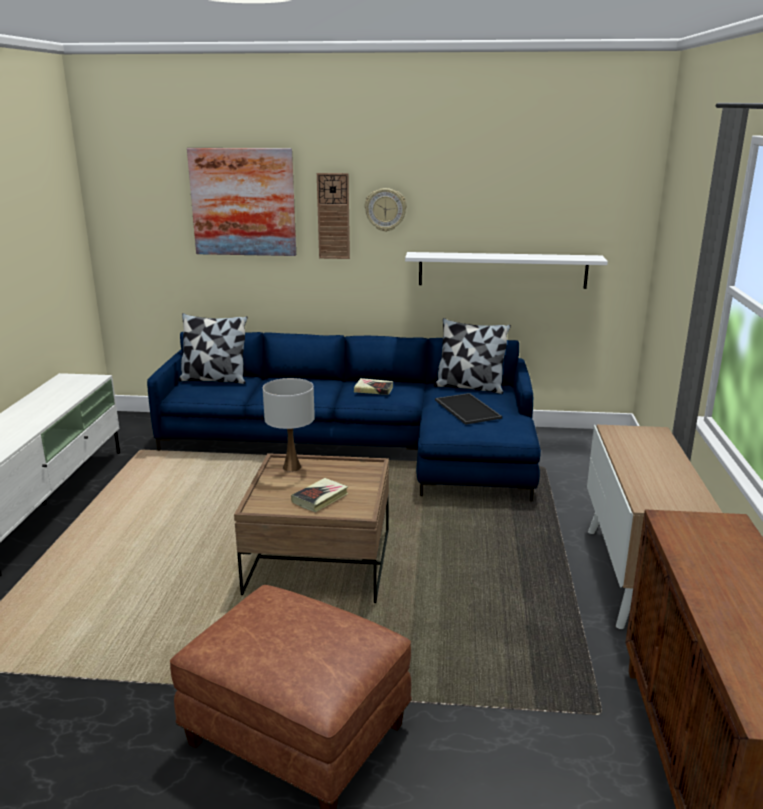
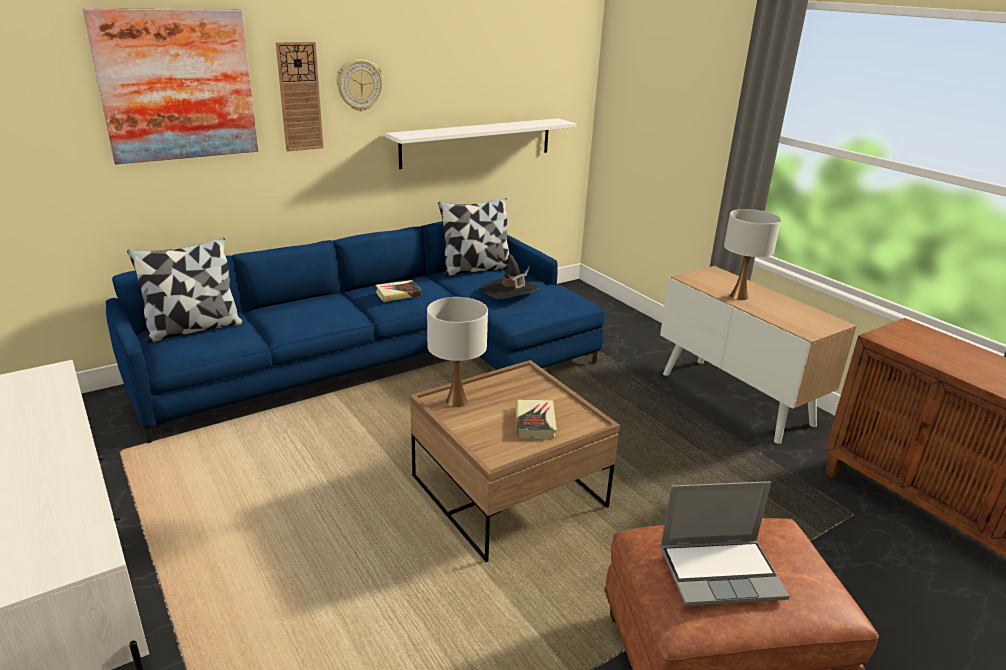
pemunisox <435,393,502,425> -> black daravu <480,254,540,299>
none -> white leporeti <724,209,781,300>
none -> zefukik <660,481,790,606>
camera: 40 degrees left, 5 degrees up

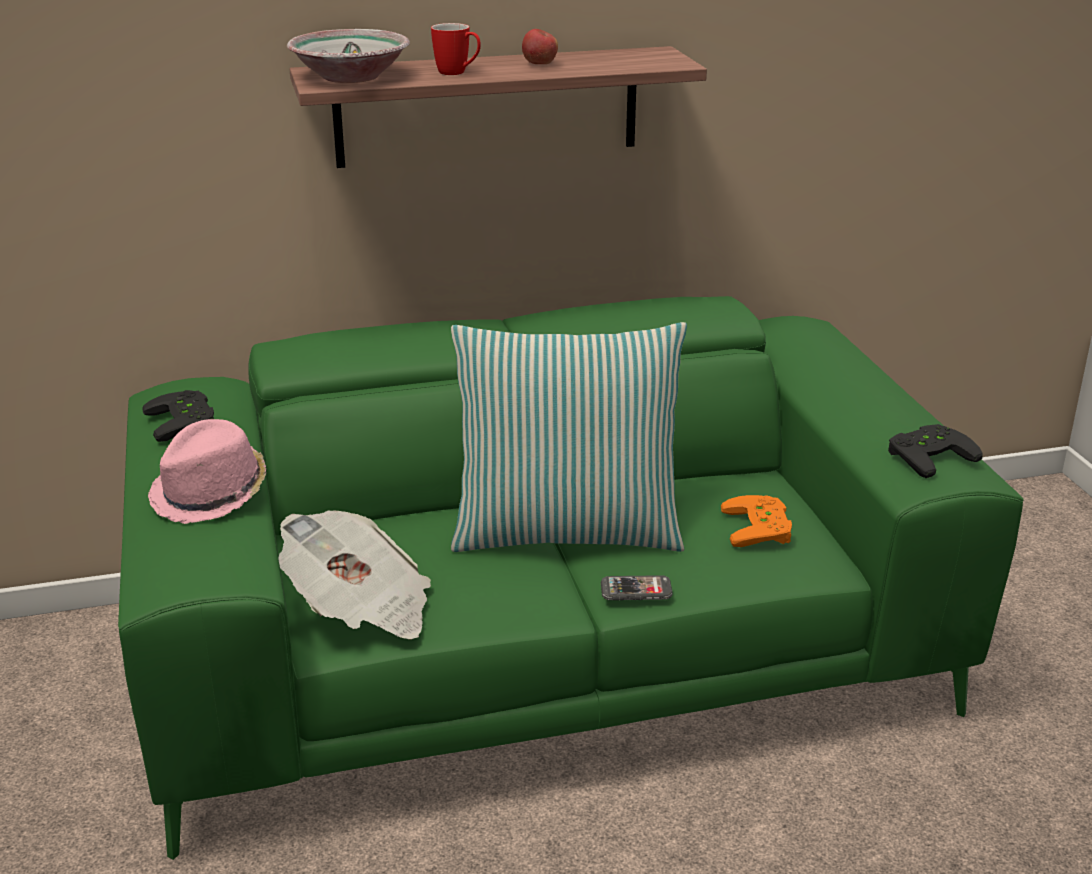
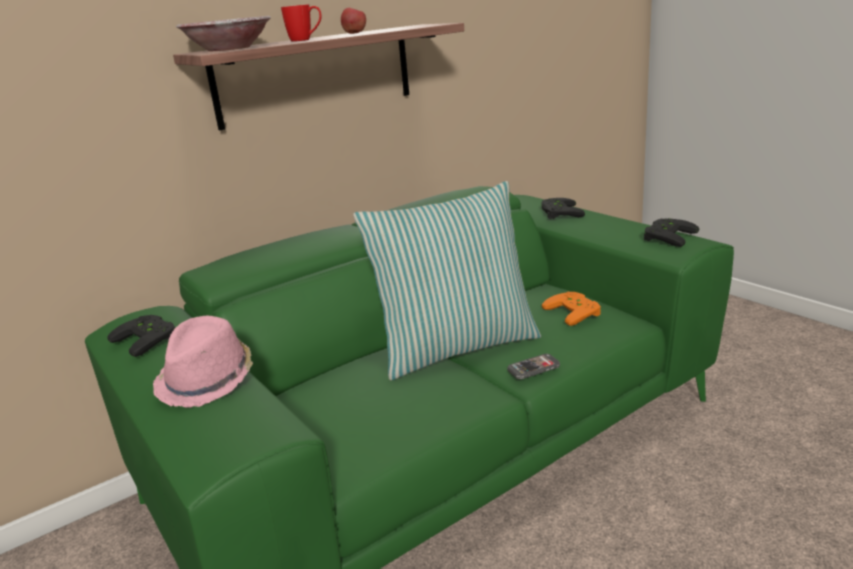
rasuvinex <278,510,431,639> -> none
none -> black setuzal <541,198,585,219>
camera: 20 degrees left, 5 degrees down

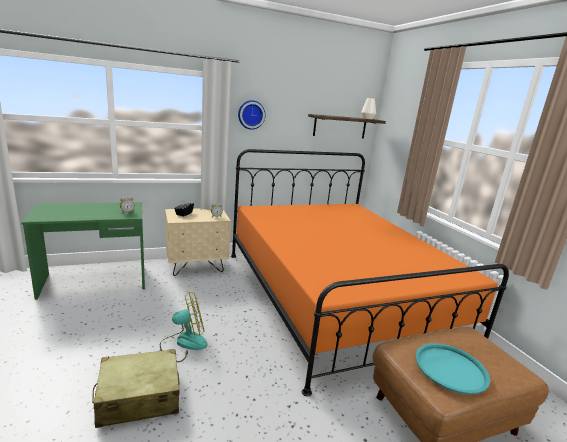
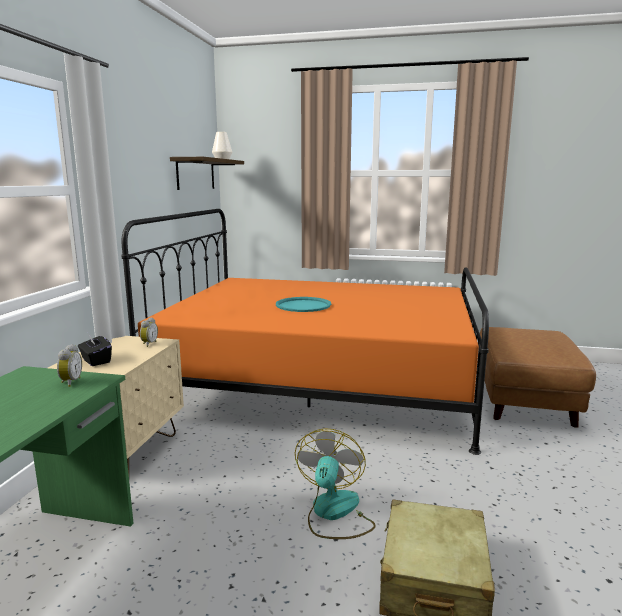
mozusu <238,100,265,130> -> none
turquoise pemunisox <415,343,490,395> -> turquoise pemunisox <276,297,331,312>, moved
camera: 55 degrees left, 5 degrees down

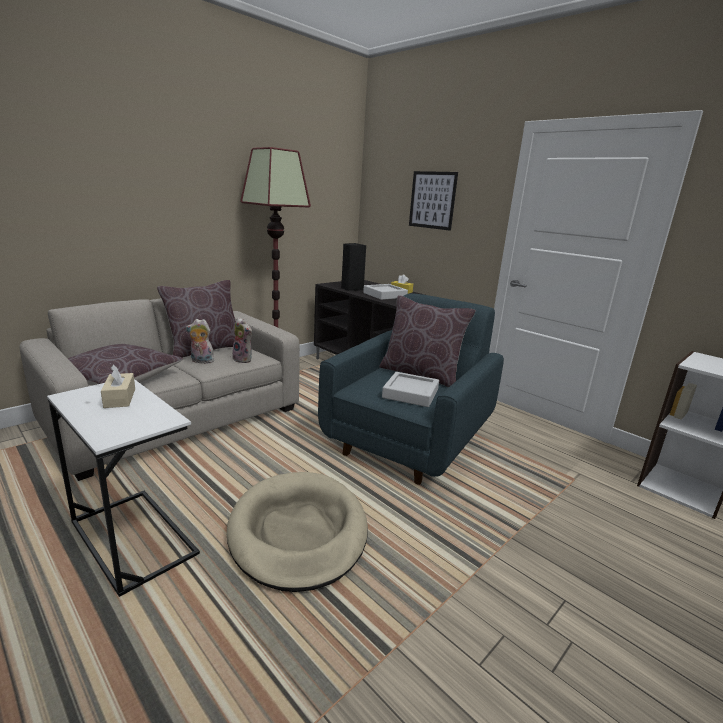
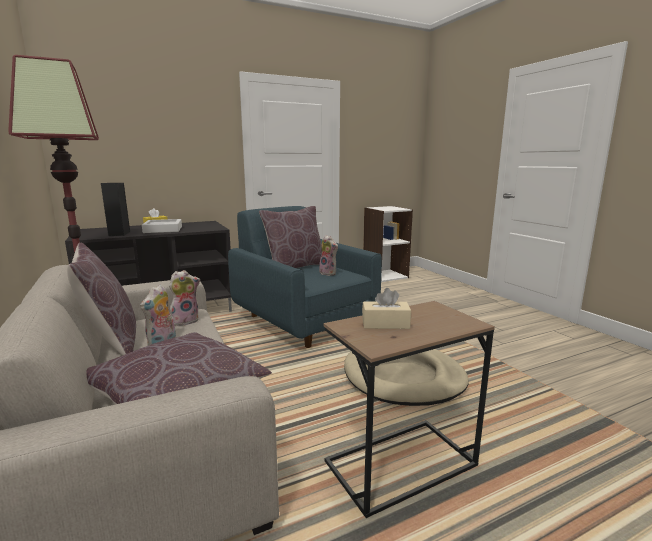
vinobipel <409,171,458,231> -> none
grey pemunisox <382,372,439,407> -> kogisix <319,235,338,276>
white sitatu <47,379,200,597> -> brown sitatu <323,301,495,518>
camera: 70 degrees left, 5 degrees down

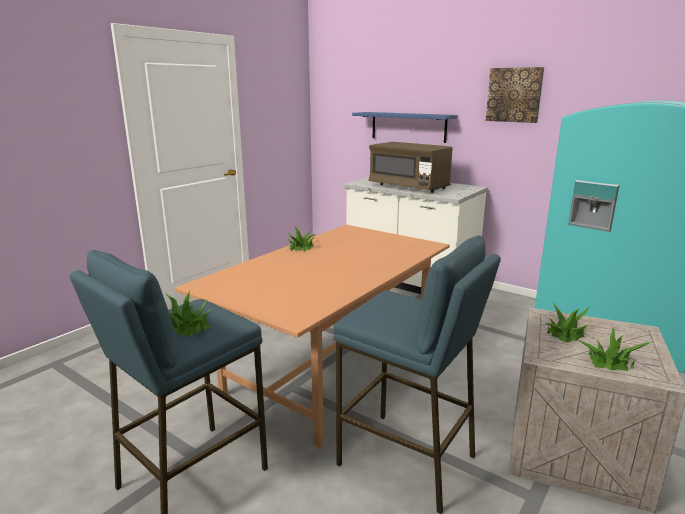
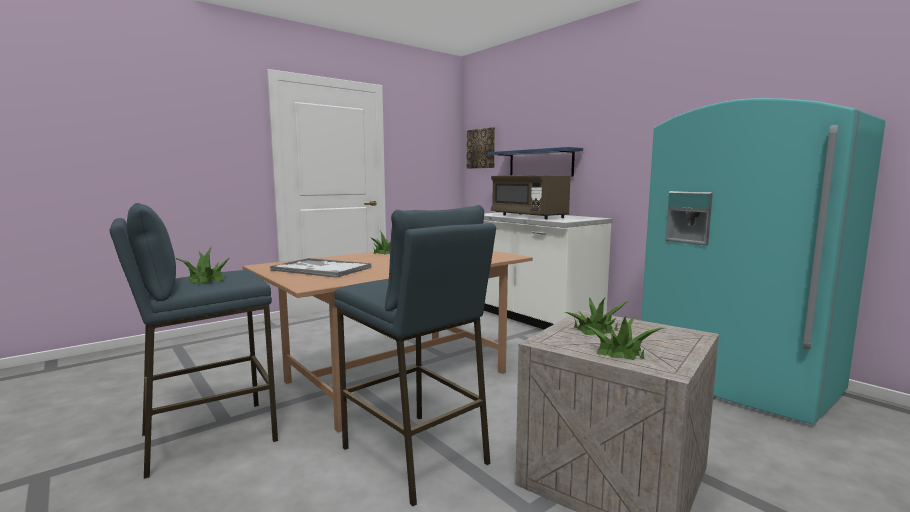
vinobipel <486,67,544,123> -> vinobipel <467,127,495,169>, moved
none -> pemunisox <270,258,371,278>
camera: 15 degrees right, 10 degrees down

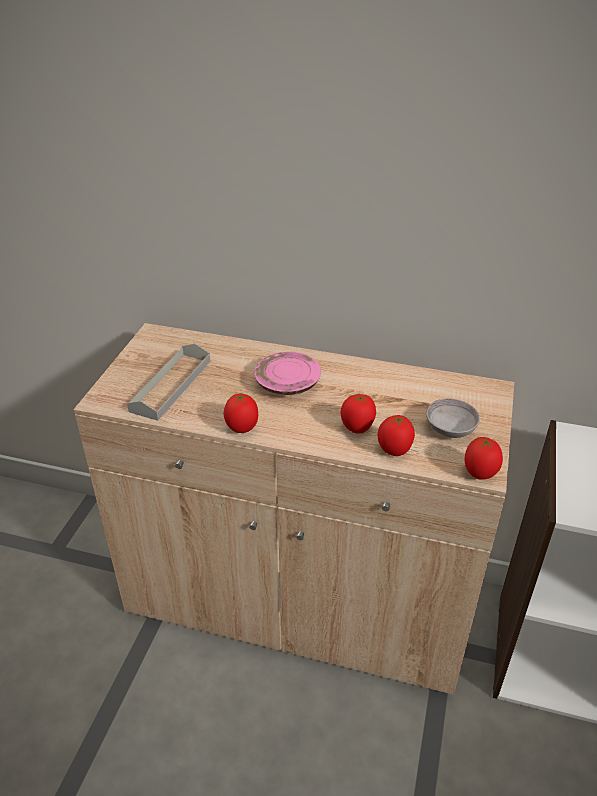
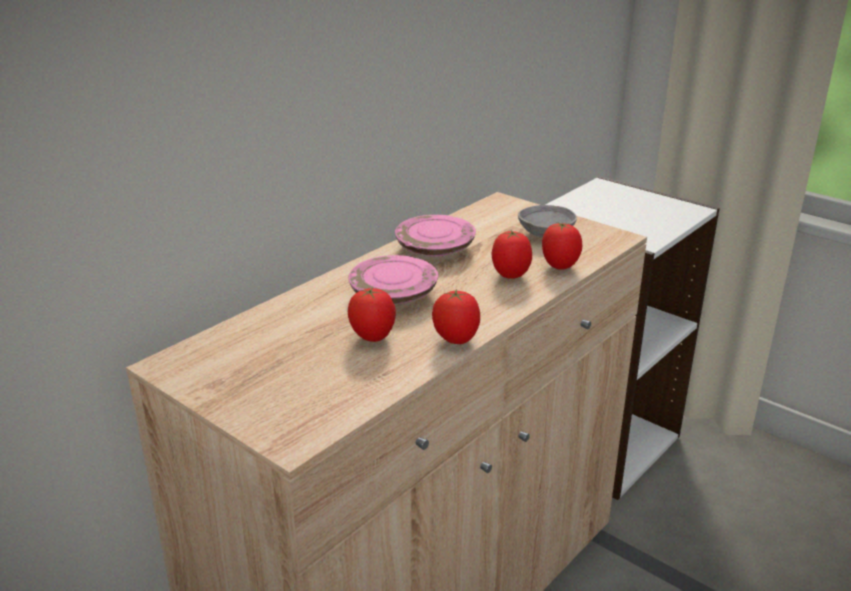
grey pemunisox <127,344,210,421> -> none
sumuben <464,437,503,480> -> sumuben <348,287,396,342>, moved
none -> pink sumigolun <395,215,476,257>
camera: 65 degrees left, 10 degrees down

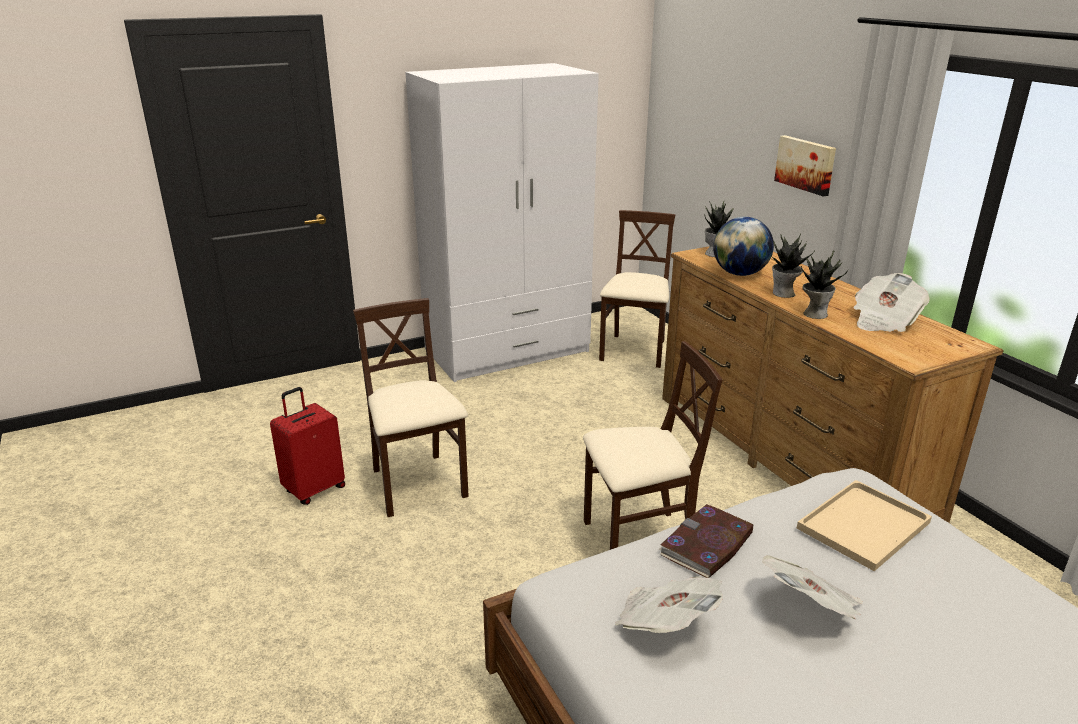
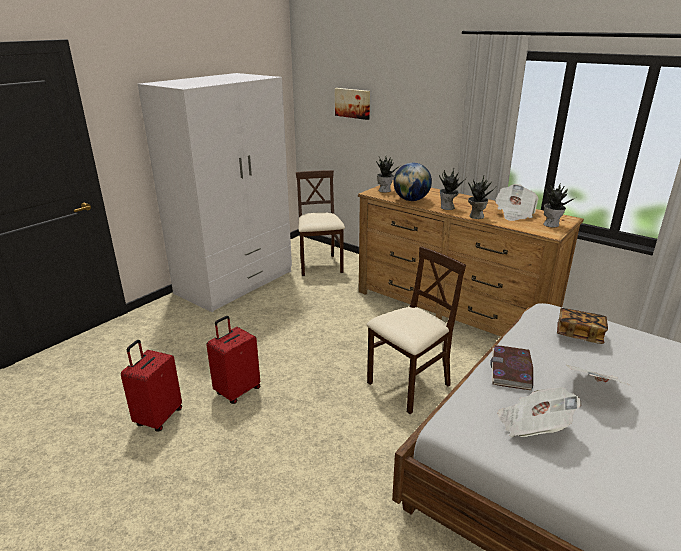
vinobipel <774,135,836,197> -> vinobipel <335,88,370,120>, moved
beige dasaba <353,298,469,517> -> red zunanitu <206,316,260,404>
beige pemunisox <797,480,932,571> -> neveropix <557,308,608,344>
none -> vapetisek <543,182,575,227>
camera: 25 degrees left, 0 degrees up

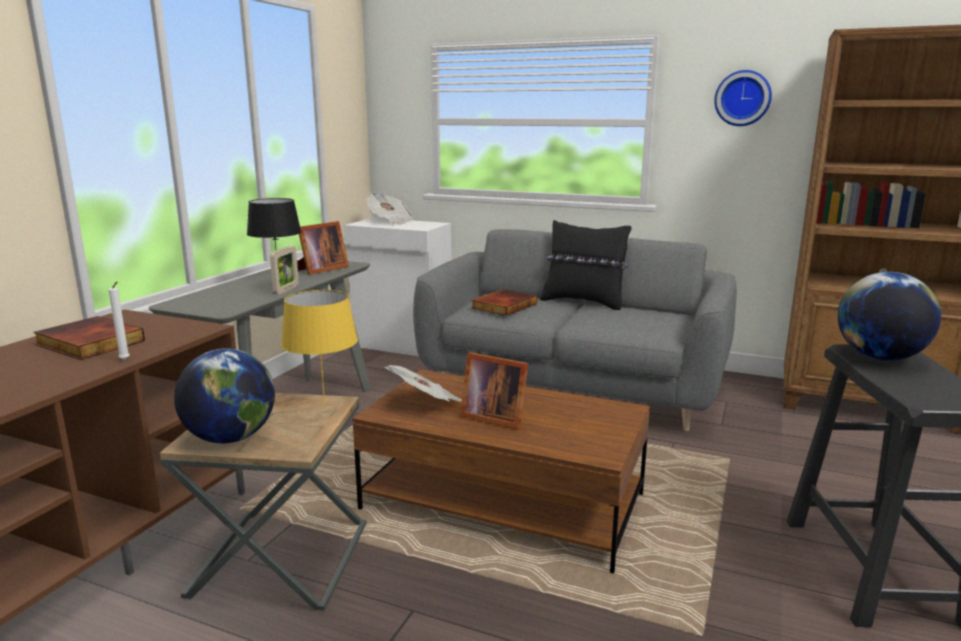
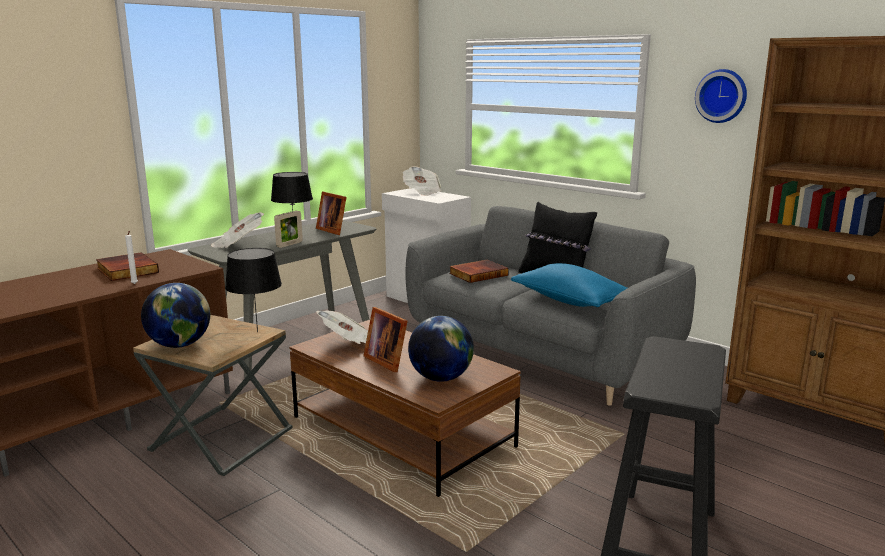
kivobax <297,221,349,275> -> kivobax <316,192,347,235>, 75 degrees clockwise
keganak <838,272,941,361> -> keganak <408,316,474,382>, moved
yellow leporeti <281,290,358,405> -> black leporeti <225,248,282,332>
none -> rasuvinex <211,212,264,248>
none -> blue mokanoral <511,263,627,307>
camera: 20 degrees right, 0 degrees up

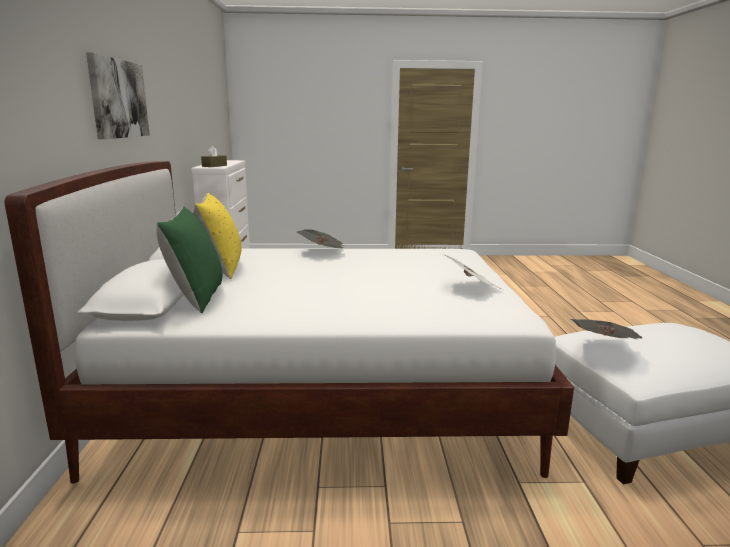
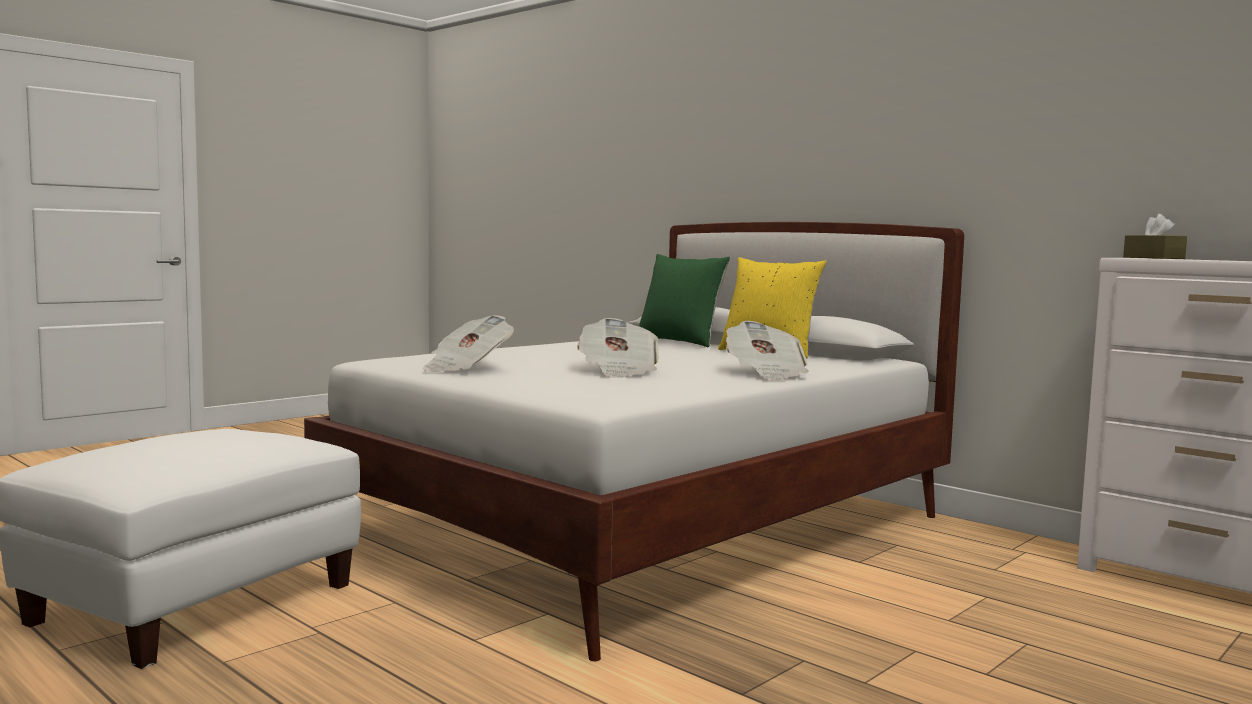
vinobipel <86,52,150,139> -> none
rasuvinex <571,319,642,339> -> rasuvinex <577,318,659,378>, moved
camera: 135 degrees right, 10 degrees down

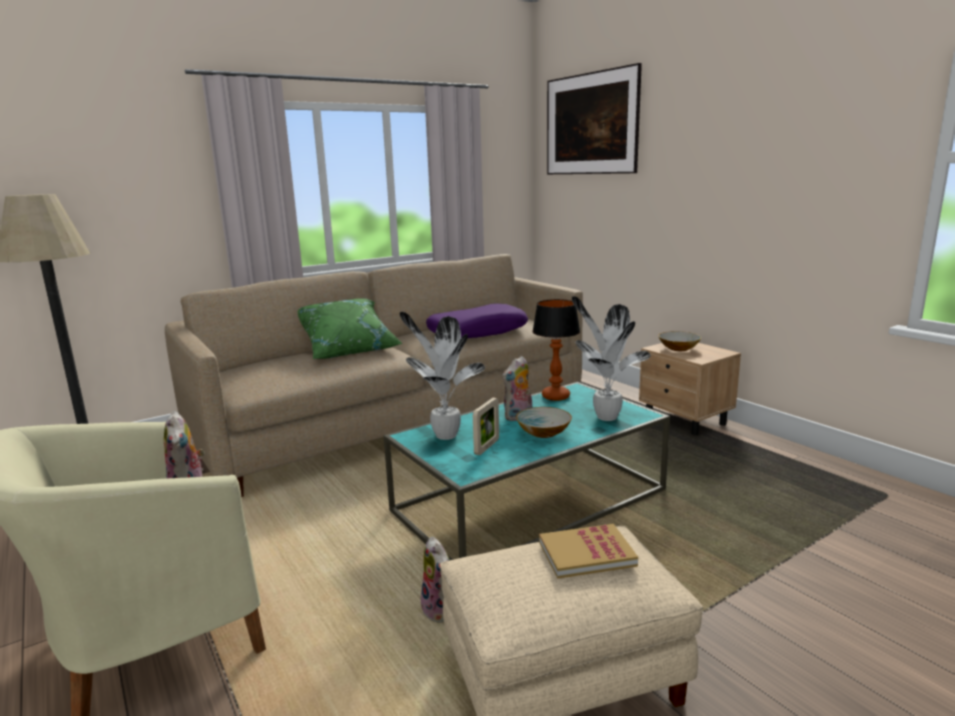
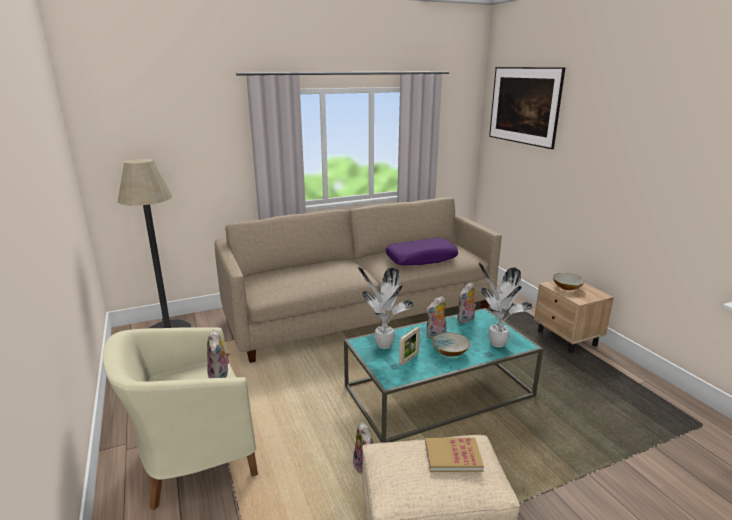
green mokanoral <298,298,403,359> -> none
leporeti <532,299,580,401> -> kogisix <457,282,476,323>
camera: 10 degrees right, 5 degrees up

